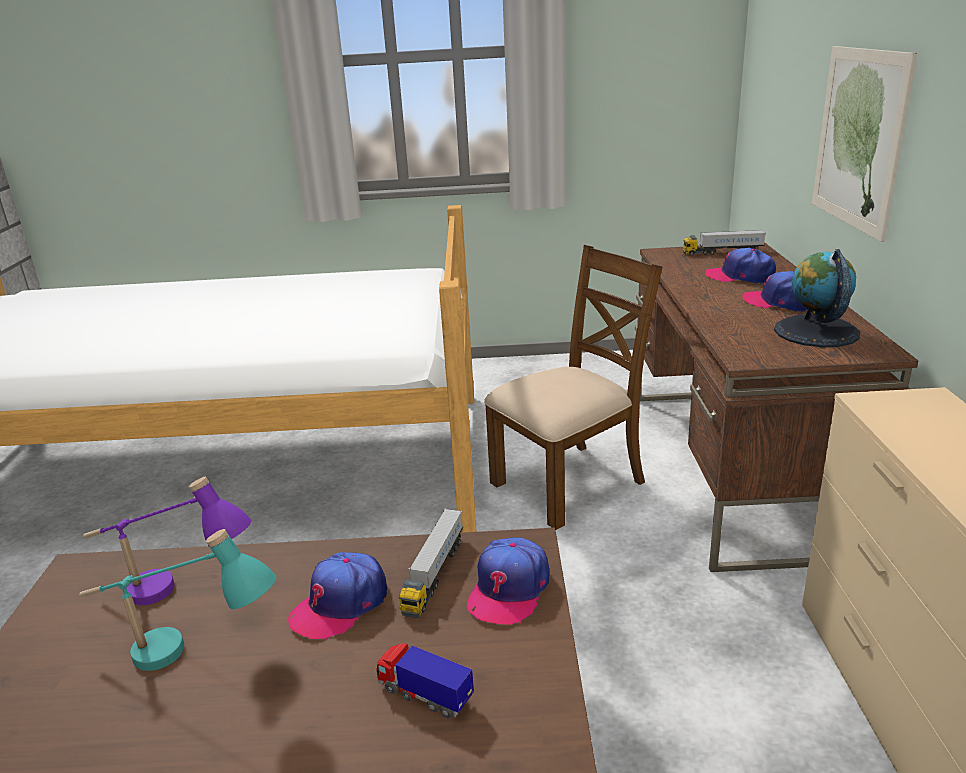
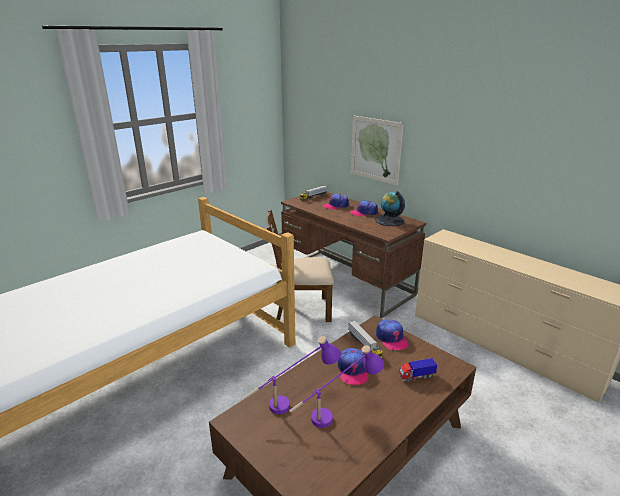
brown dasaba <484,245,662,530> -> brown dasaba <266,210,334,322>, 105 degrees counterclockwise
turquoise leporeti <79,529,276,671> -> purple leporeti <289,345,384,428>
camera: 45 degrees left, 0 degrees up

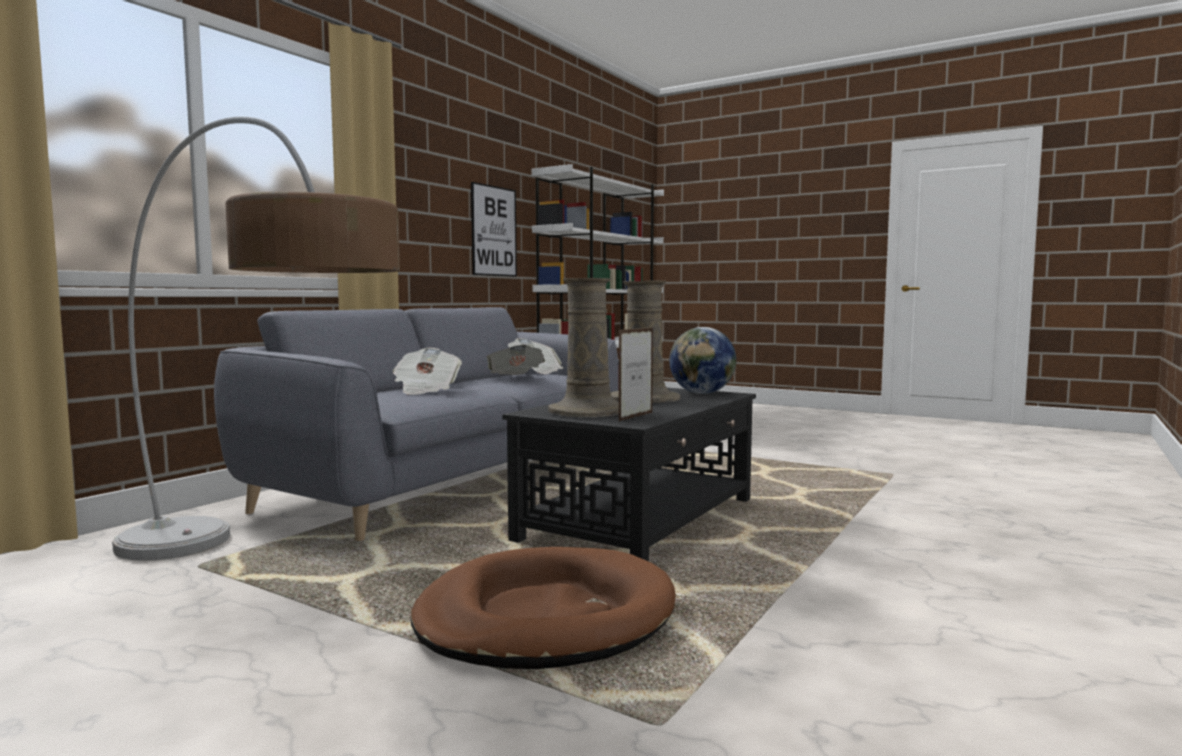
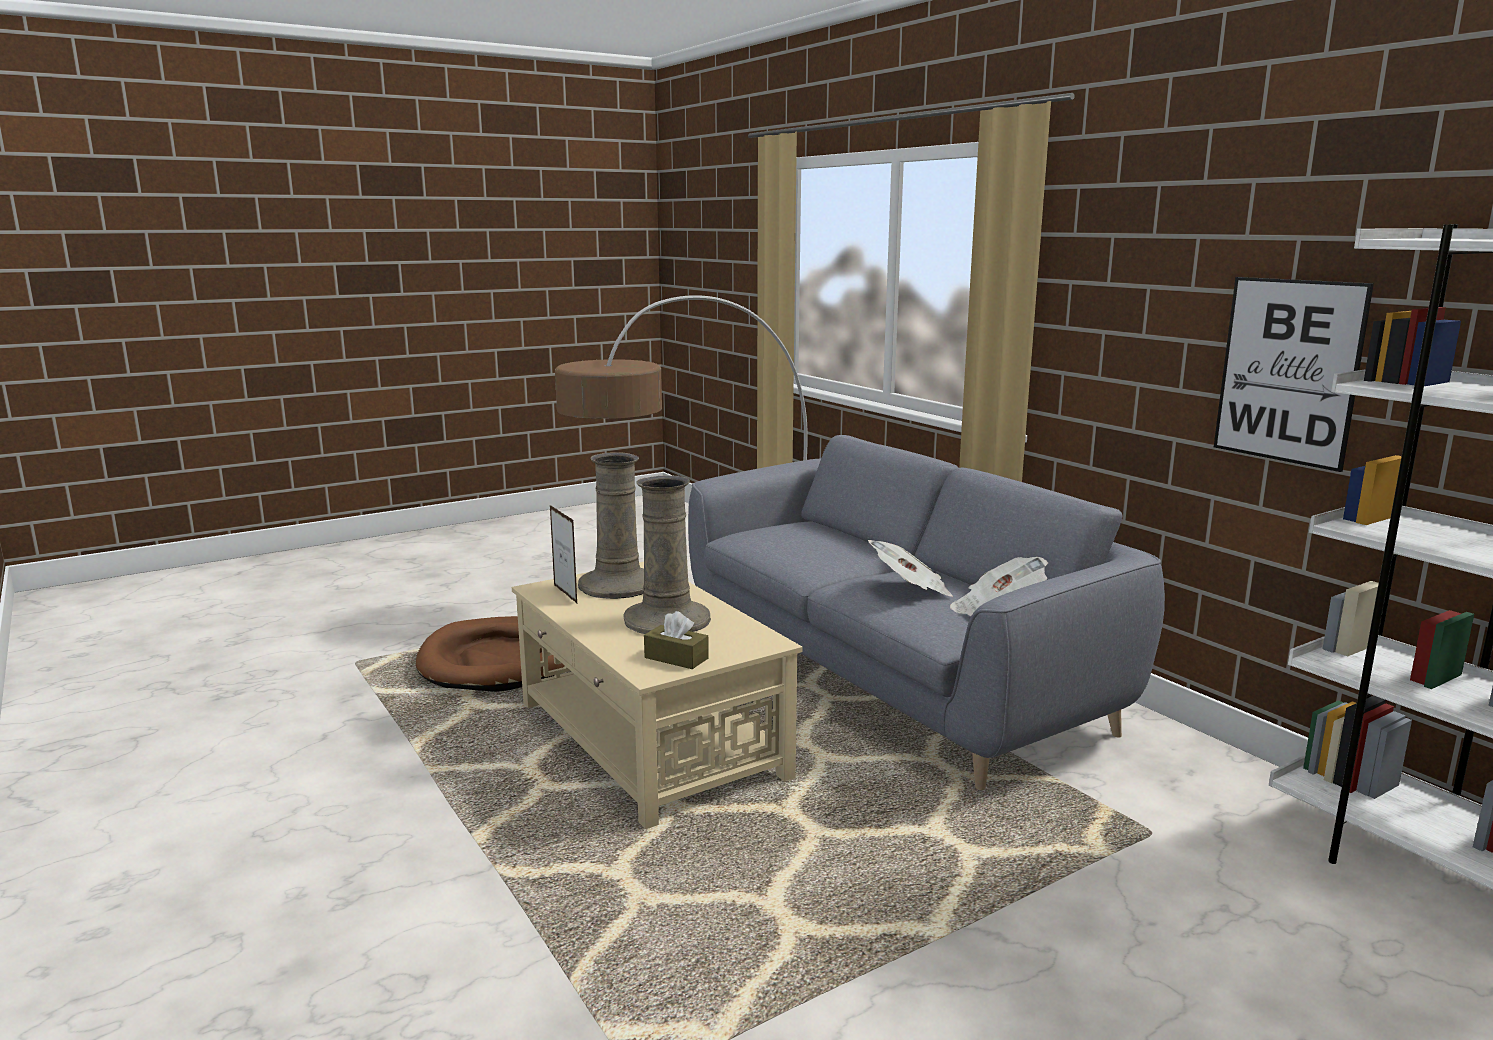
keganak <669,327,736,394> -> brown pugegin <644,611,709,669>
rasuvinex <392,348,462,395> -> none
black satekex <502,388,756,561> -> beige satekex <512,562,803,829>
camera: 115 degrees right, 10 degrees up

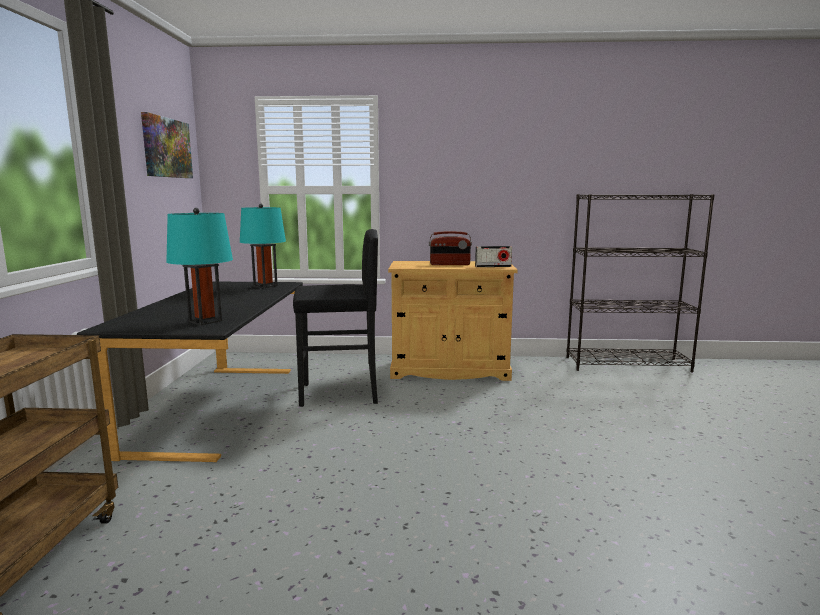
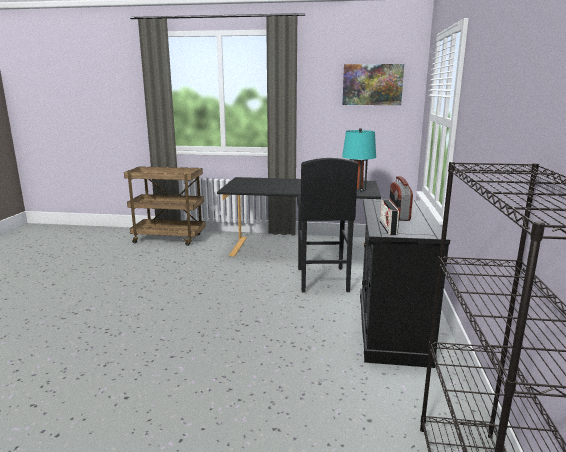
turquoise leporeti <166,208,233,325> -> none
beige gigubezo <388,261,518,381> -> black gigubezo <360,199,450,368>
camera: 95 degrees right, 5 degrees up

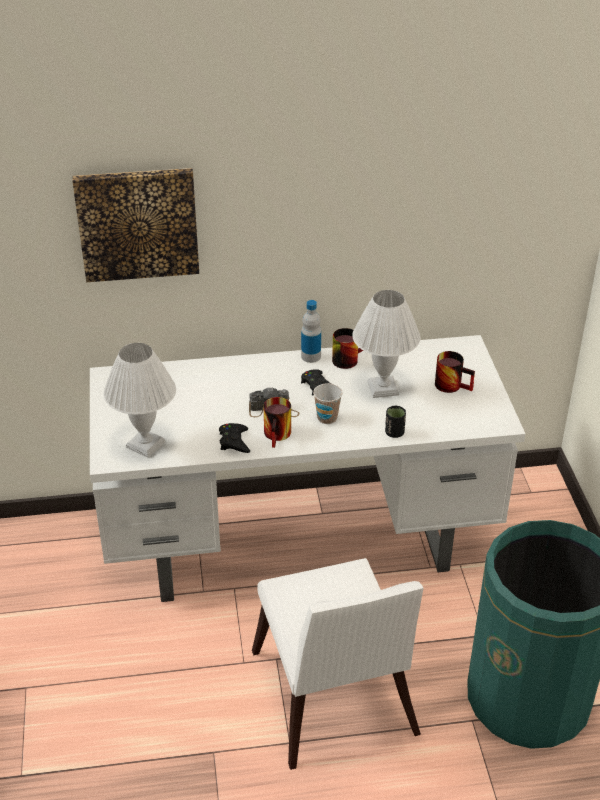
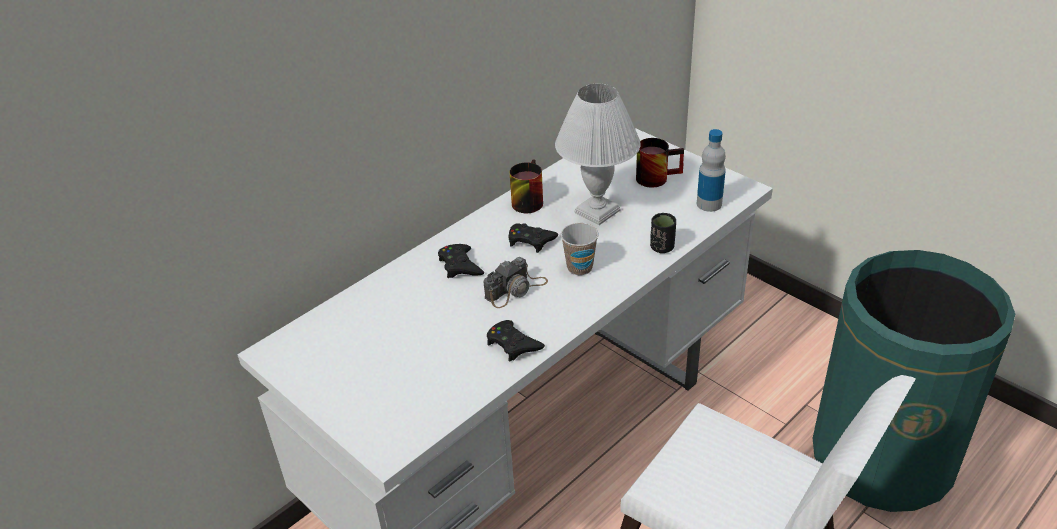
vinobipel <72,168,199,282> -> none
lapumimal <301,300,321,363> -> lapumimal <697,129,726,212>, moved
white leporeti <103,343,176,458> -> none
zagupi <264,397,291,448> -> none
none -> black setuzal <438,244,484,278>
camera: 35 degrees left, 0 degrees up

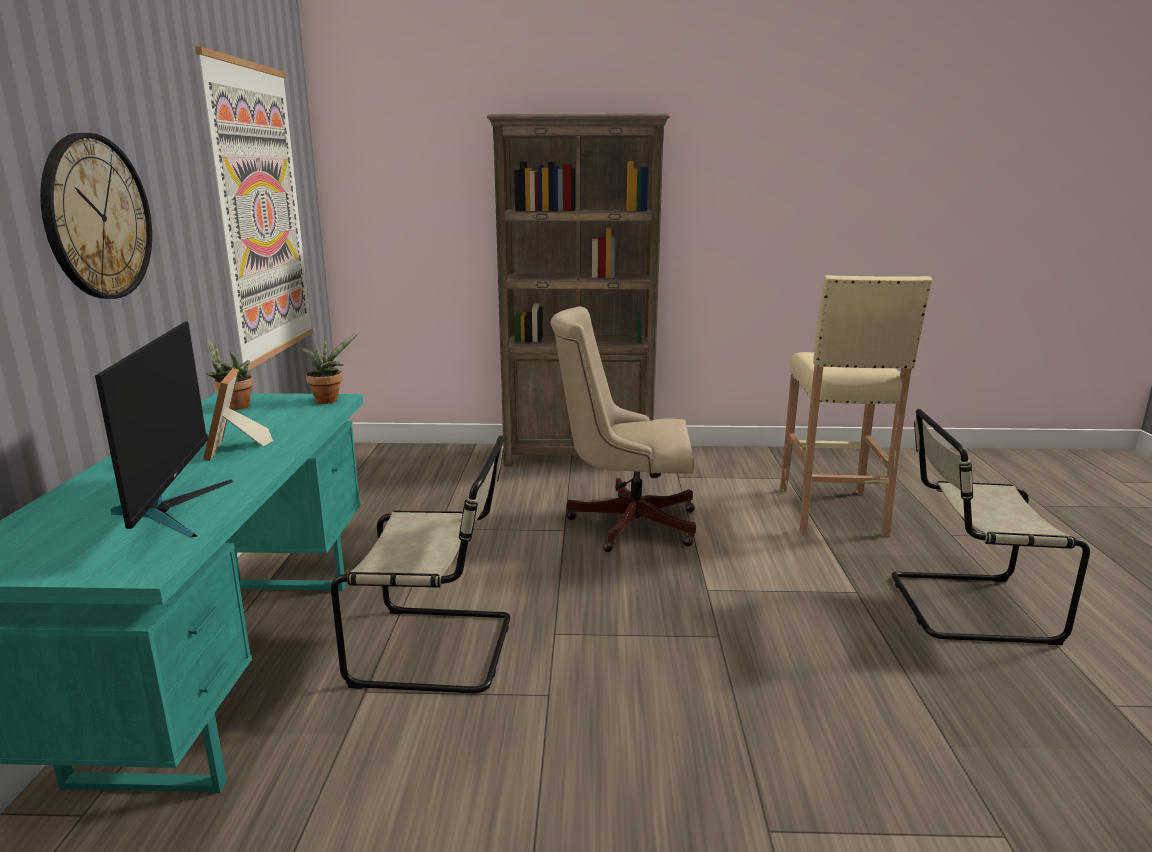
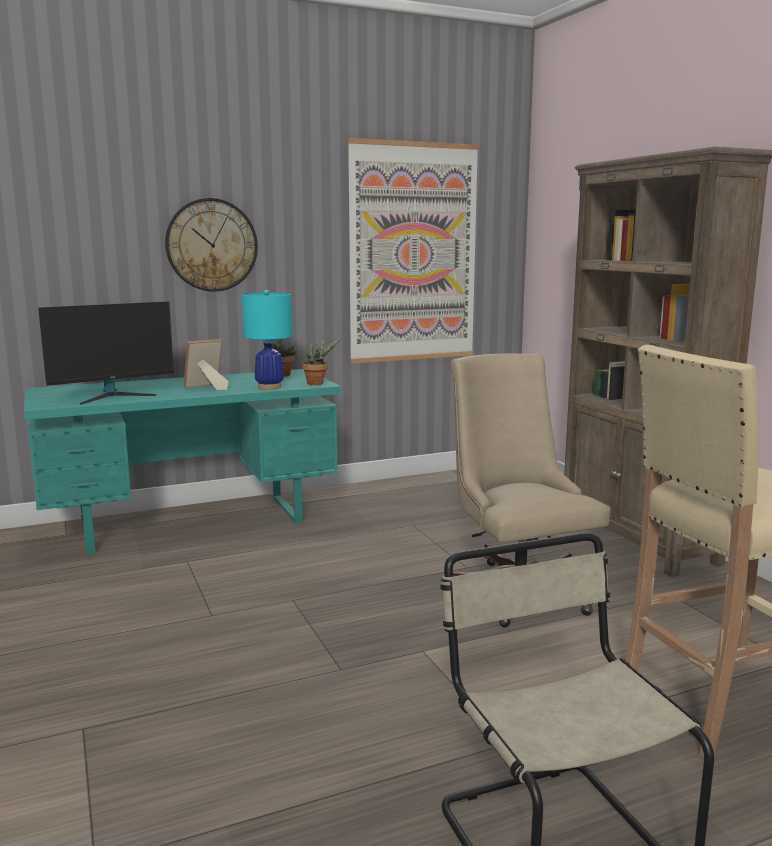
beige dasaba <331,435,511,693> -> none
none -> turquoise leporeti <241,290,292,389>
camera: 65 degrees right, 5 degrees down

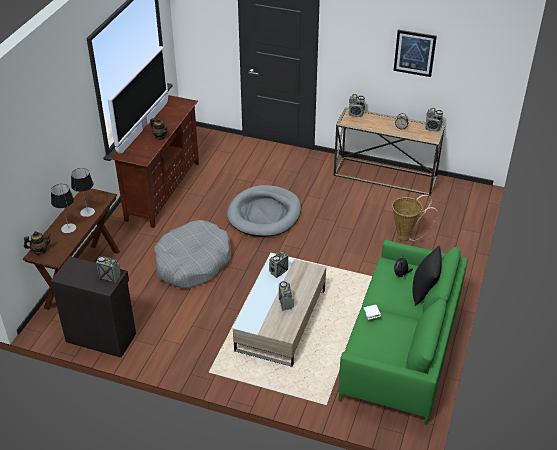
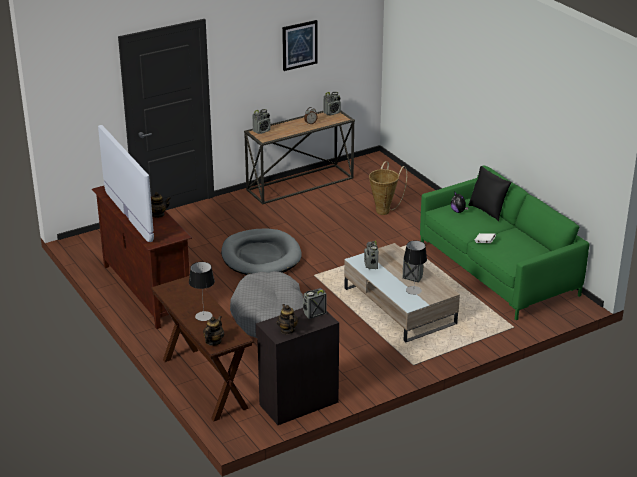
leporeti <71,168,95,217> -> leporeti <404,241,427,295>, moved
none -> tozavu <277,304,298,334>
camera: 50 degrees left, 10 degrees down

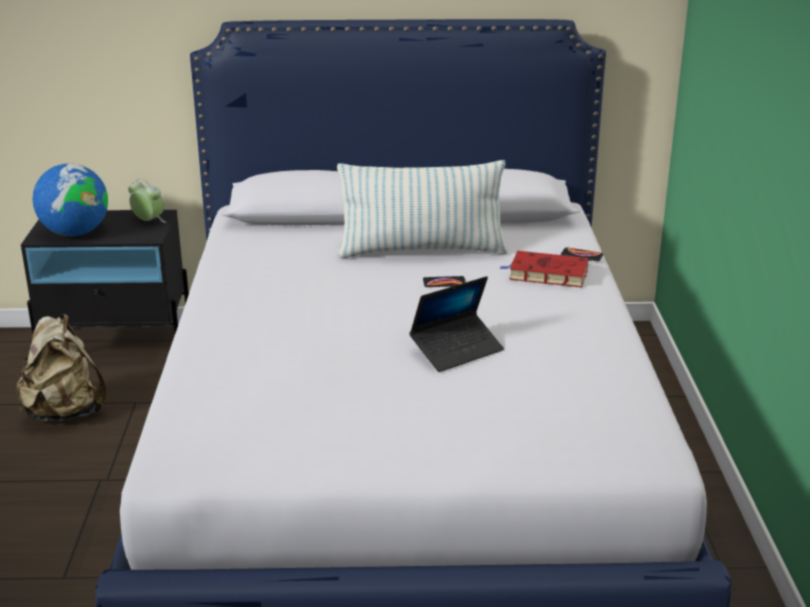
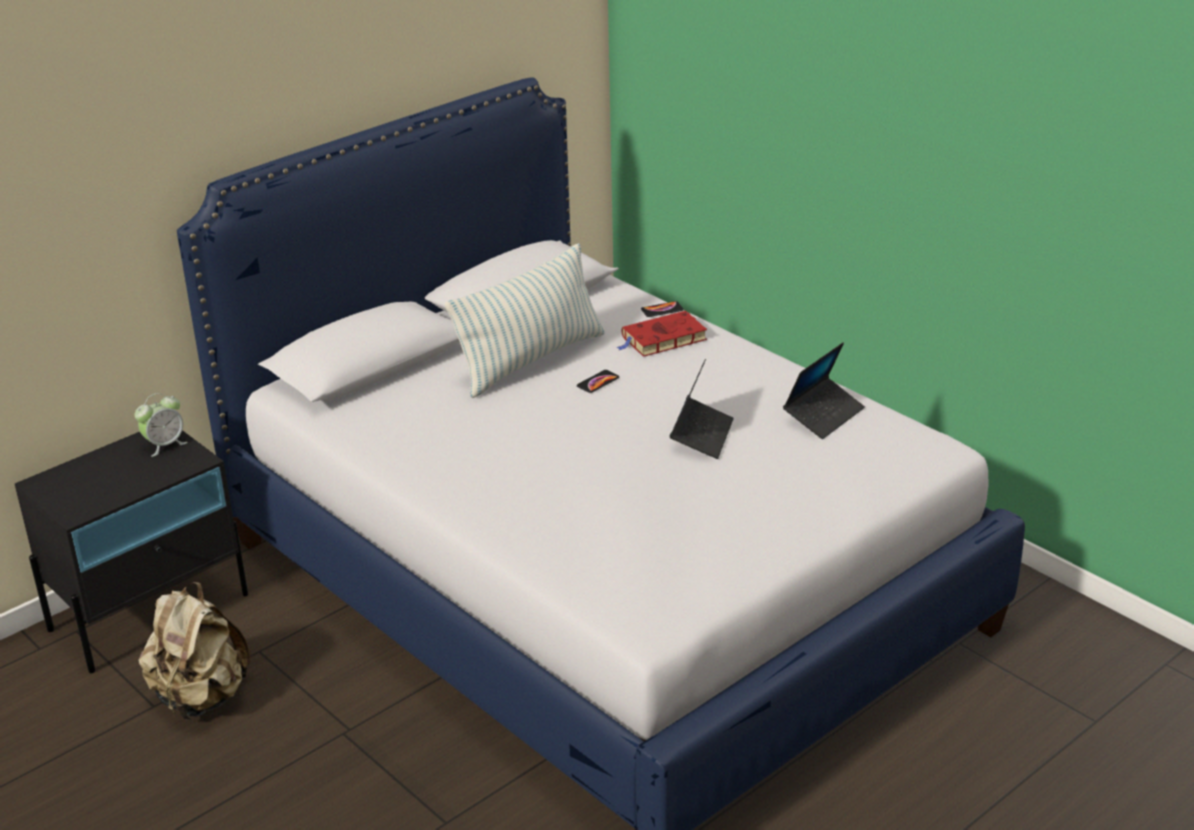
keganak <33,163,108,236> -> none
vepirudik <128,179,166,223> -> vepirudik <135,393,187,457>, 150 degrees clockwise
none -> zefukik <783,342,865,439>
camera: 40 degrees left, 5 degrees up

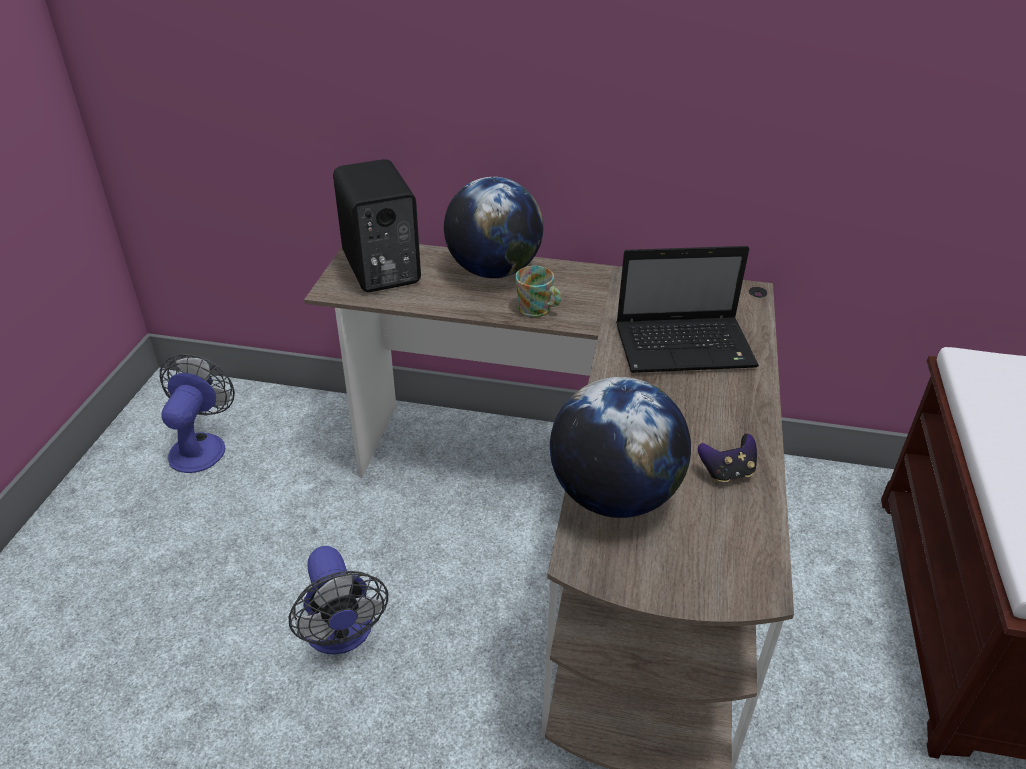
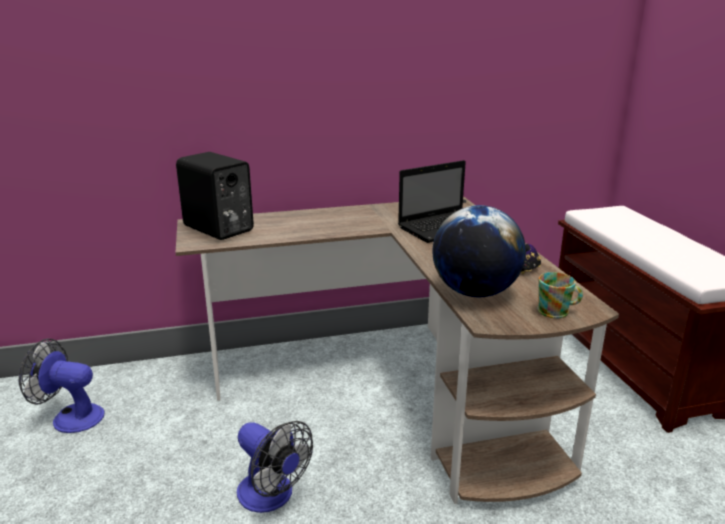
keganak <444,177,543,278> -> none
zagupi <515,266,561,317> -> zagupi <537,272,583,319>, moved
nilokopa <160,354,235,473> -> nilokopa <19,339,105,433>, 60 degrees counterclockwise
camera: 25 degrees left, 15 degrees down

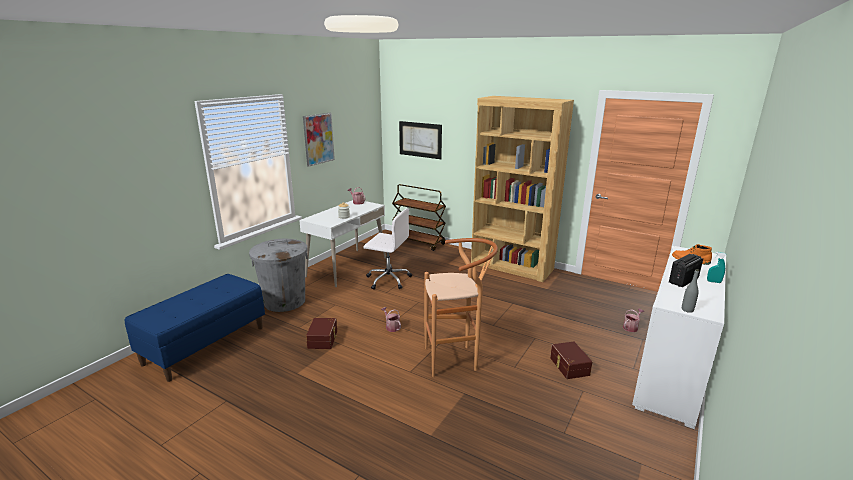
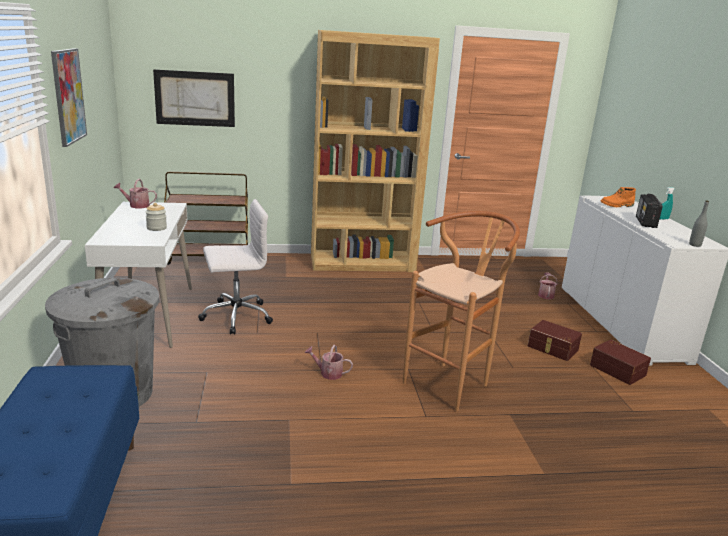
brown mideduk <306,318,337,349> -> brown mideduk <590,340,651,385>, moved
camera: 40 degrees left, 0 degrees up

